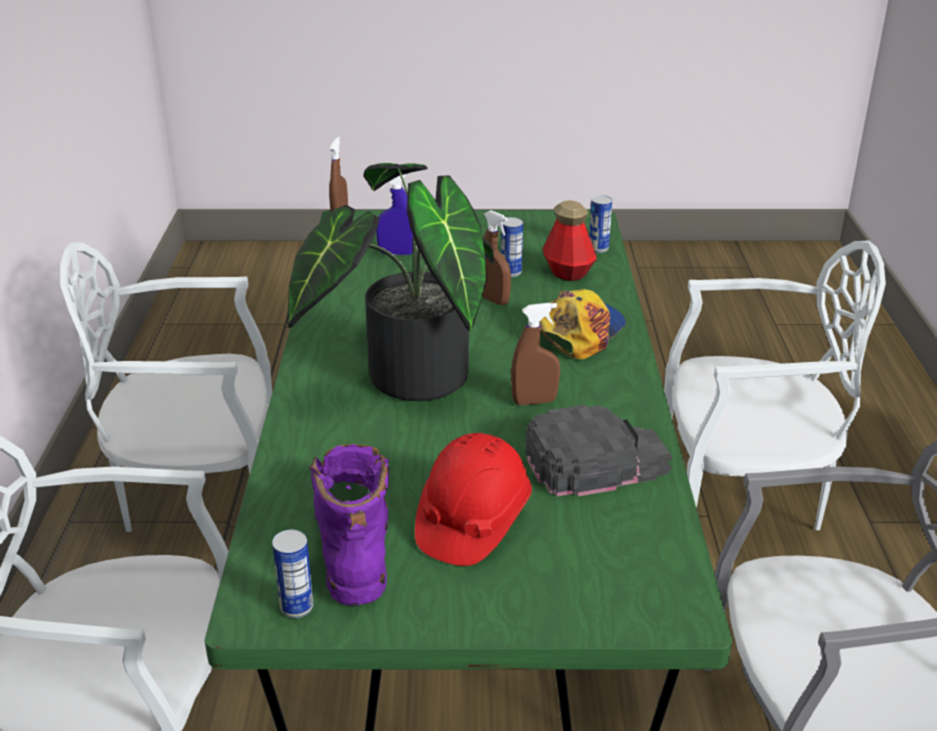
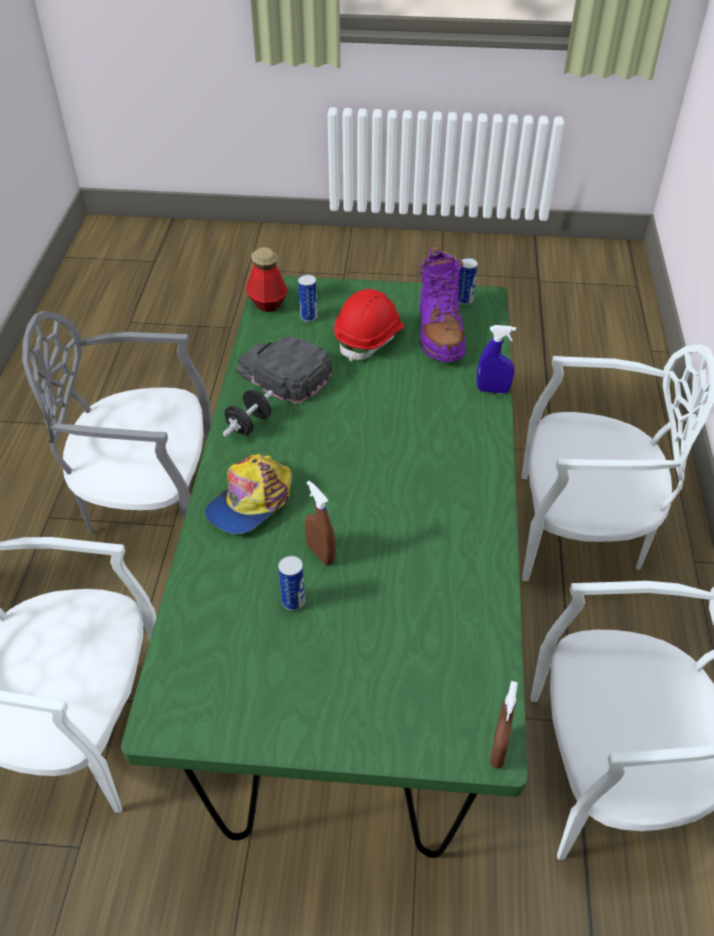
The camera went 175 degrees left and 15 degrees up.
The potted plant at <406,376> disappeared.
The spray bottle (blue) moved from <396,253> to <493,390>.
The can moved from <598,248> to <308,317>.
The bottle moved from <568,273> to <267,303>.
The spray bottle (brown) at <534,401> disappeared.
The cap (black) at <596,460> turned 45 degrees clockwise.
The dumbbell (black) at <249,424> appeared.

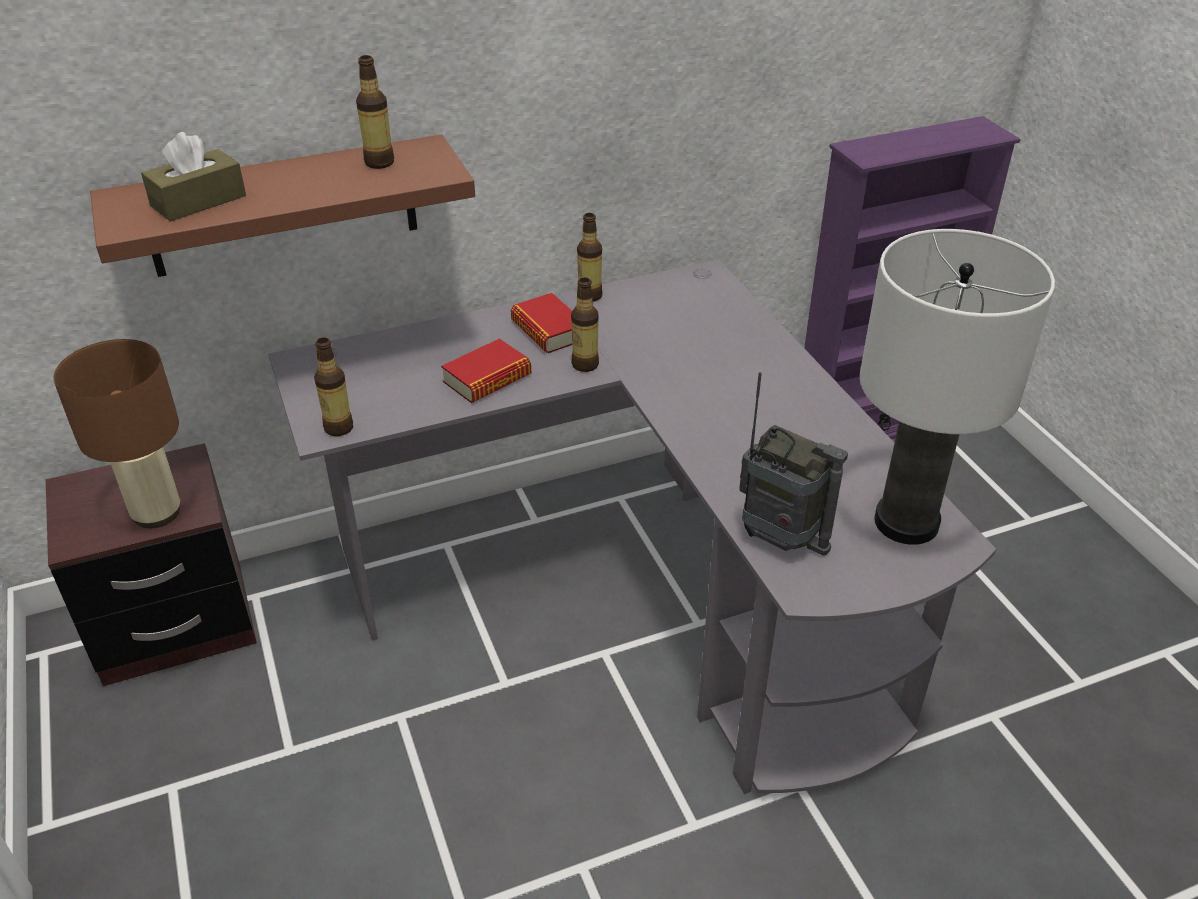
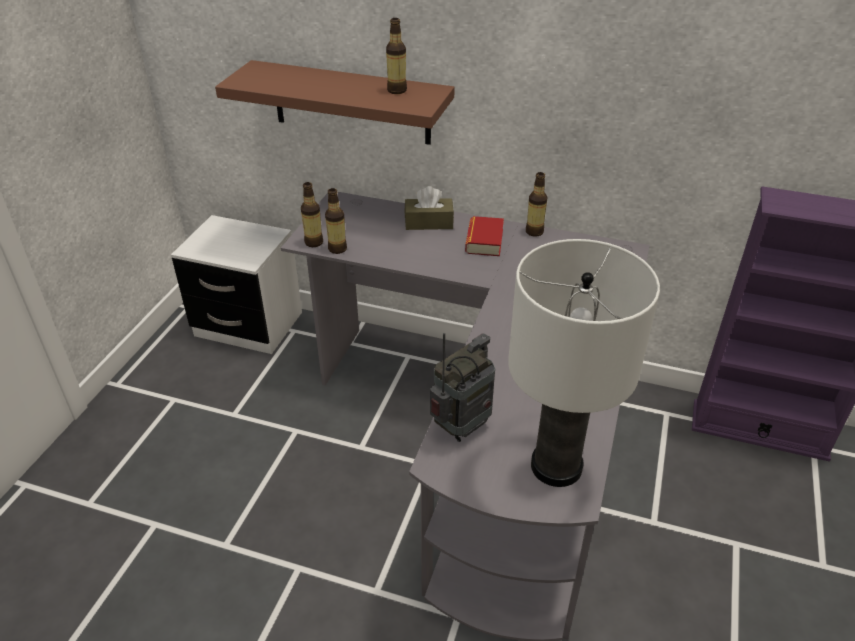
The camera went 40 degrees right and 0 degrees up.
The tissue box (brown) moved from <198,201> to <429,223>.
The bottle moved from <585,365> to <337,249>.
The book at <487,379> disappeared.
The table lamp (brown) at <155,514> disappeared.
The radio at <779,539> turned 120 degrees counterclockwise.
The nightstand (brown) at <175,624> became the nightstand (white) at <248,325>.

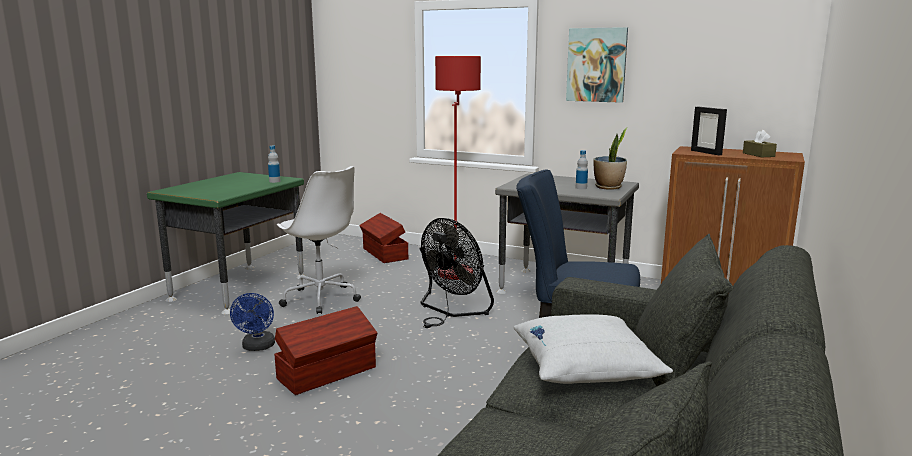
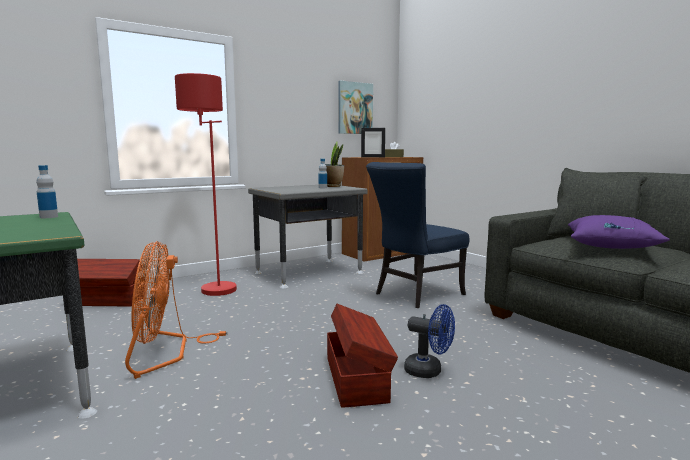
The camera went 60 degrees left and 5 degrees down.
The picture moved from <596,65> to <355,108>.
The office chair (white) at <322,300> was replaced by the fan (orange) at <168,349>.
The fan (black) at <447,309> disappeared.
The fan (blue) moved from <257,347> to <429,371>.
The pillow (grey) at <585,370> became the pillow (purple) at <611,246>.

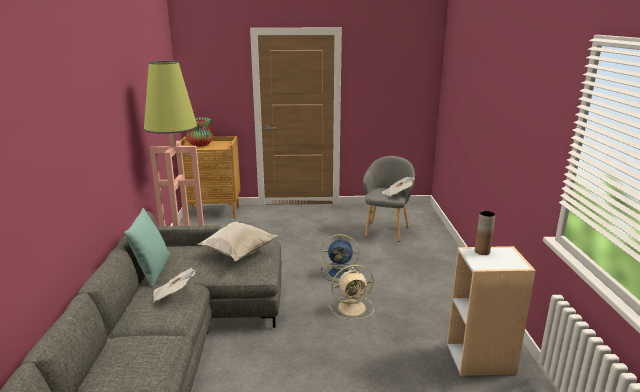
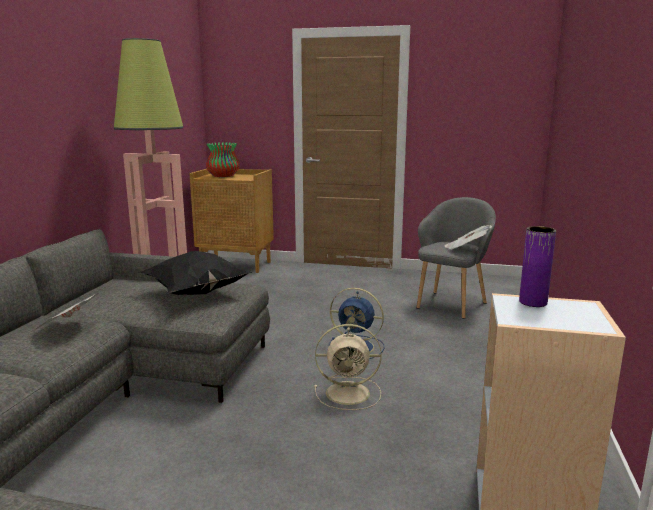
The camera went 15 degrees right and 5 degrees down.
The pillow (turquoise) at <152,271> disappeared.
The vase (brown) at <482,251> became the vase (purple) at <533,302>.
The pillow (white) at <238,254> became the pillow (black) at <195,293>.

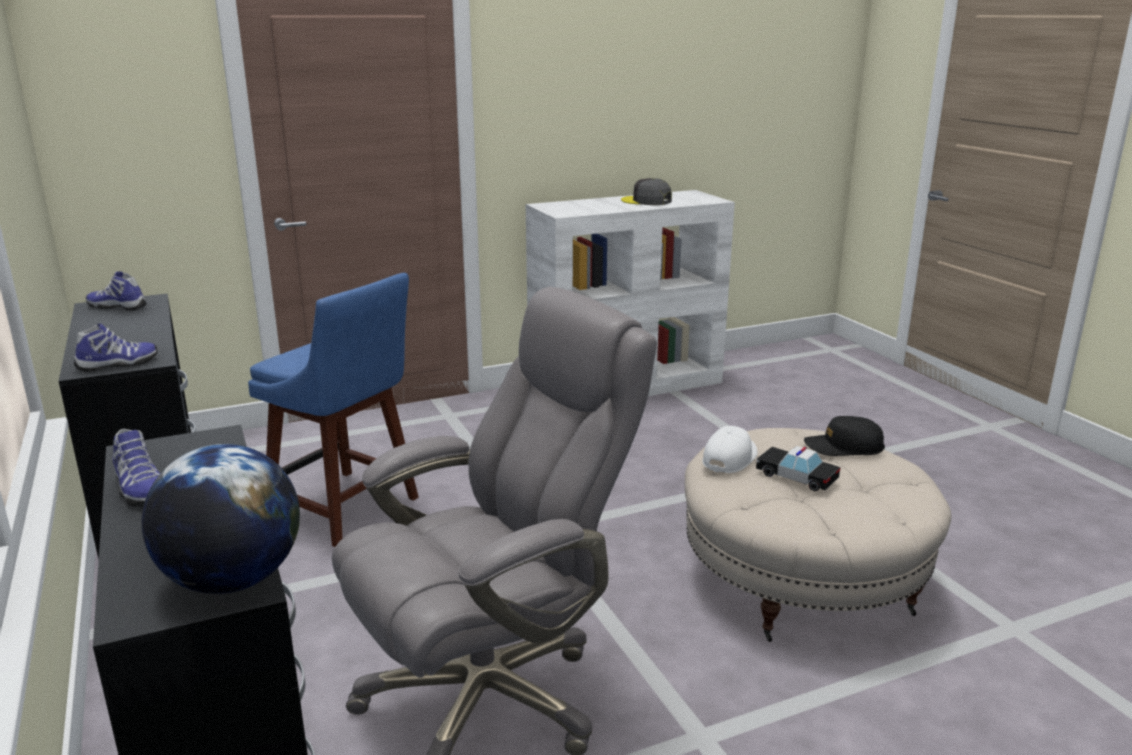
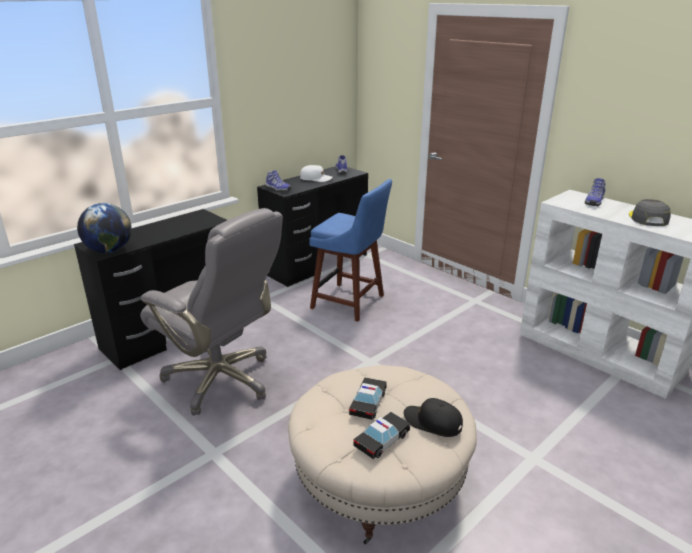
The camera went 70 degrees right and 5 degrees up.
The chair (blue) at <347,509> turned 75 degrees counterclockwise.
The cap (black) at <843,447> turned 45 degrees counterclockwise.
The cap (white) moved from <730,458> to <316,179>.
The shoe moved from <140,490> to <593,202>.
The toy car at <382,440> appeared.

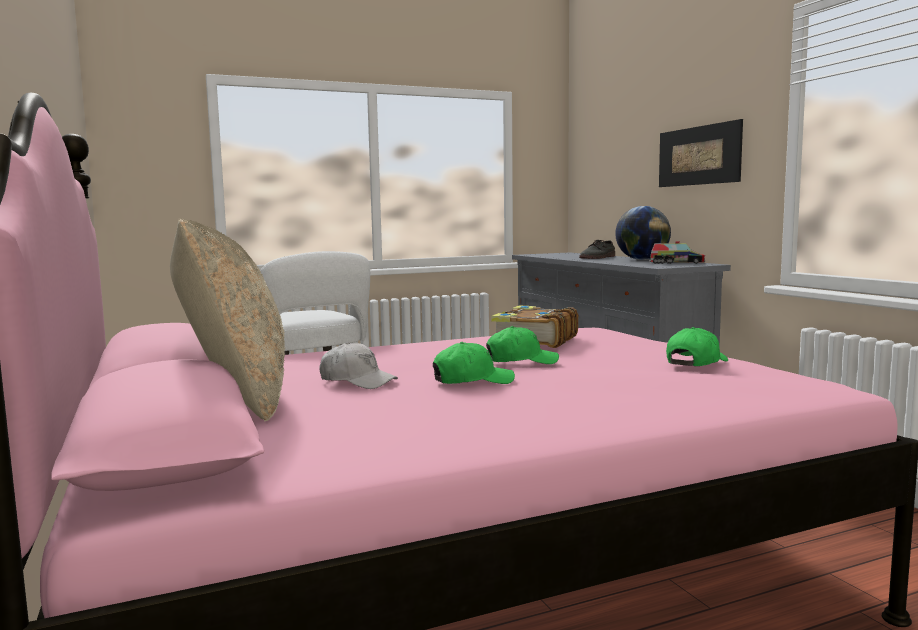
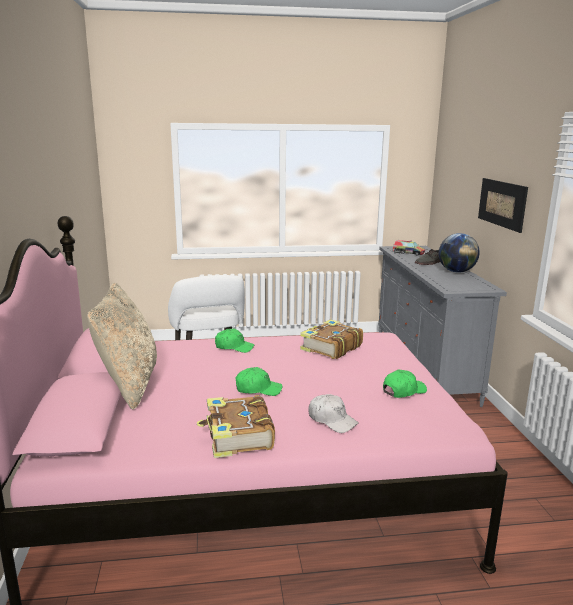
The camera went 15 degrees right and 10 degrees up.
The toy truck moved from <676,263> to <408,253>.
The cap (green) moved from <521,361> to <234,347>.
The cap (white) moved from <357,381> to <332,420>.
The book at <237,436> appeared.

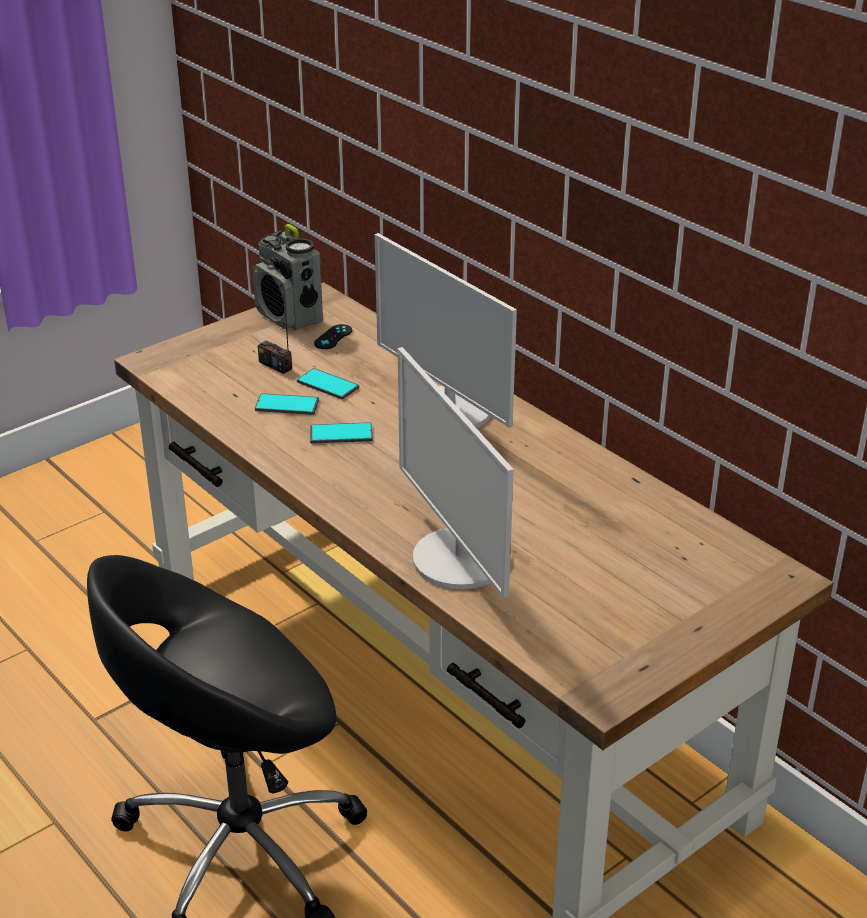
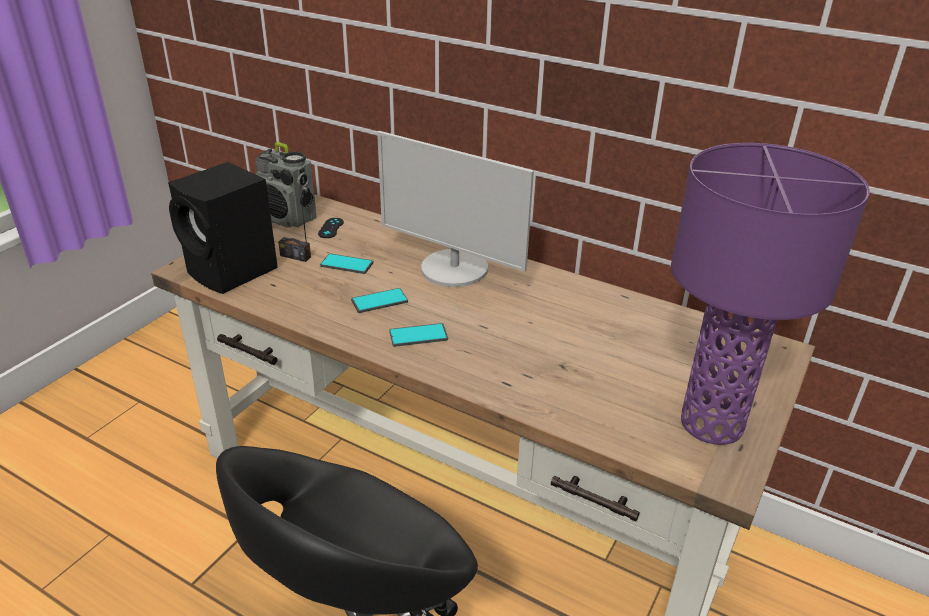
The camera went 20 degrees left and 0 degrees up.
The monitor at <460,559> disappeared.
The phone moved from <287,405> to <418,335>.
The table lamp (purple) at <712,424> appeared.
The speaker (black) at <233,272> appeared.

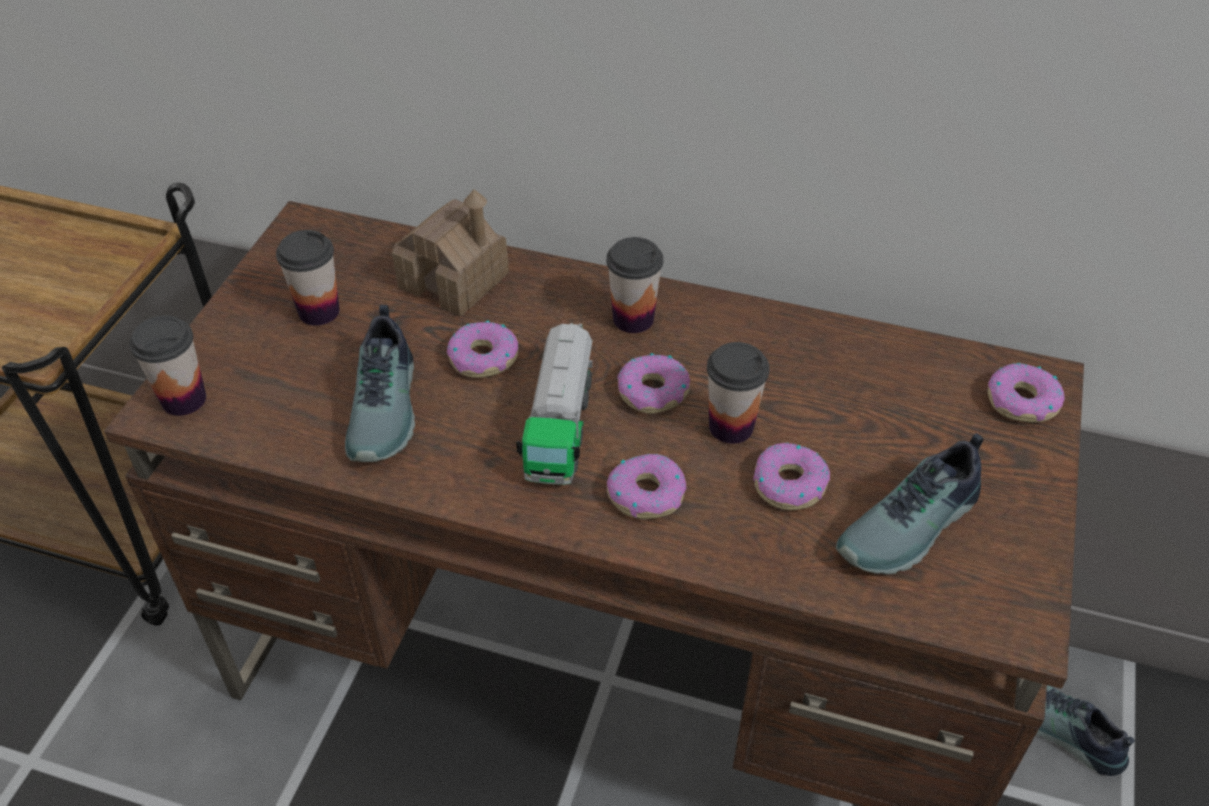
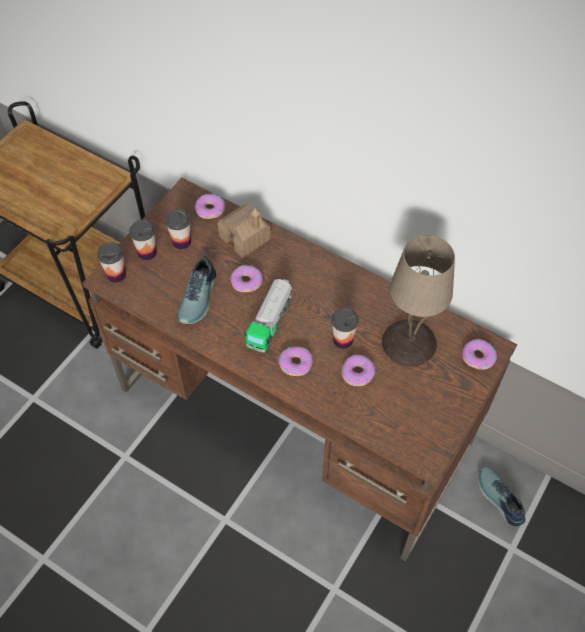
The camera went 15 degrees right and 10 degrees up.
The cup moved from <633,319> to <147,252>.
The donut moved from <653,392> to <210,209>.
The shoe at <913,527> disappeared.
The table lamp (beige) at <408,343> appeared.

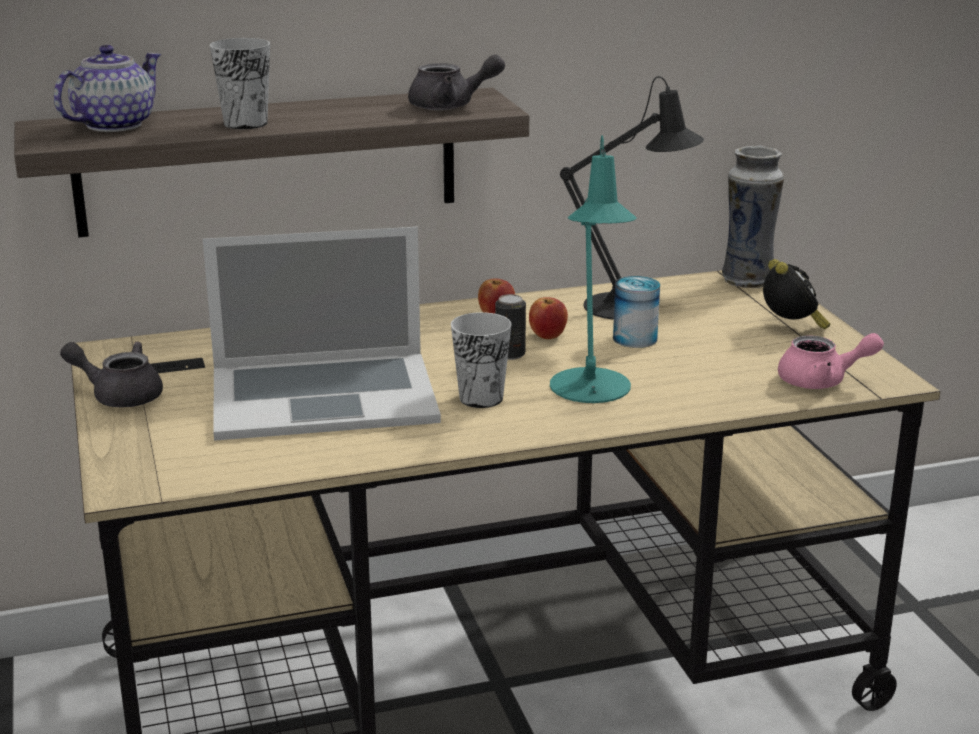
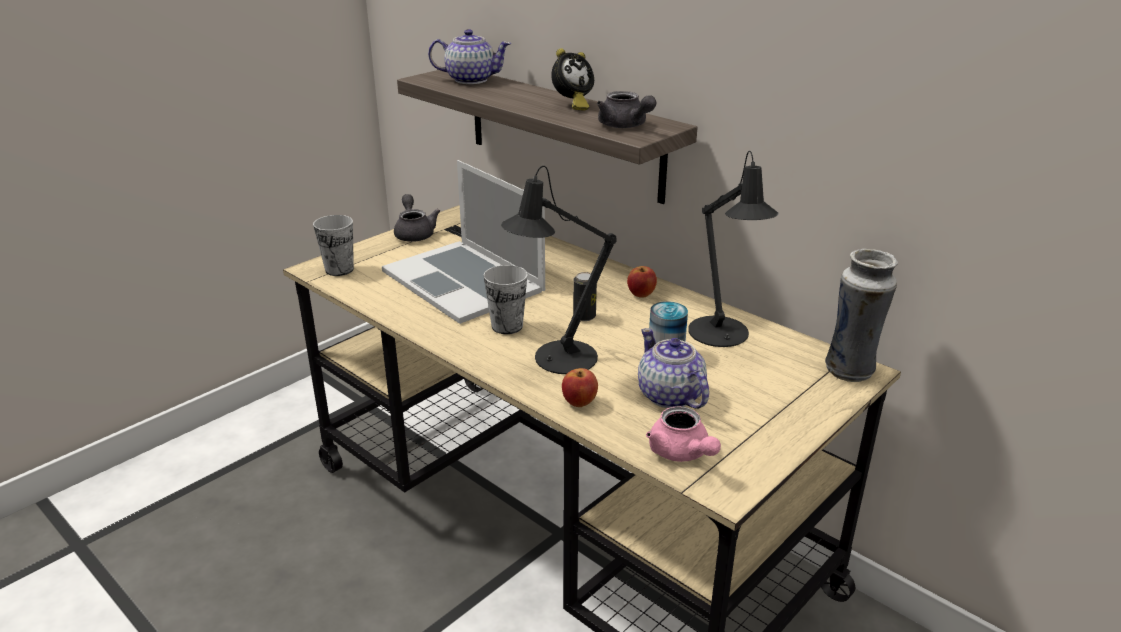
The camera went 60 degrees right and 5 degrees up.
The cup moved from <245,123> to <339,269>.
The table lamp (turquoise) at <591,391> became the table lamp (black) at <557,360>.
The alarm clock moved from <791,327> to <572,105>.
The apple moved from <547,336> to <579,402>.
The teapot at <670,396> appeared.

